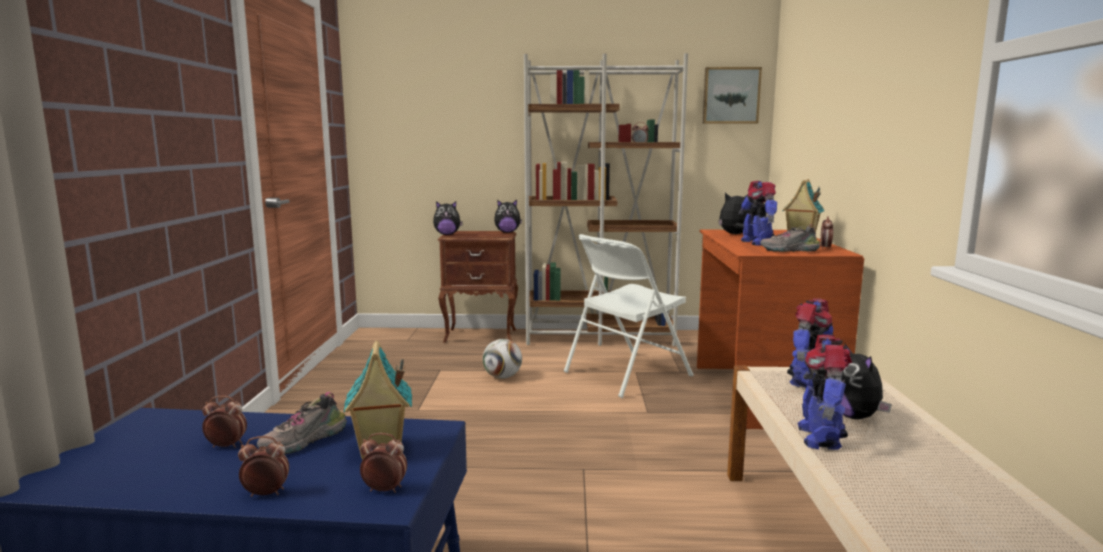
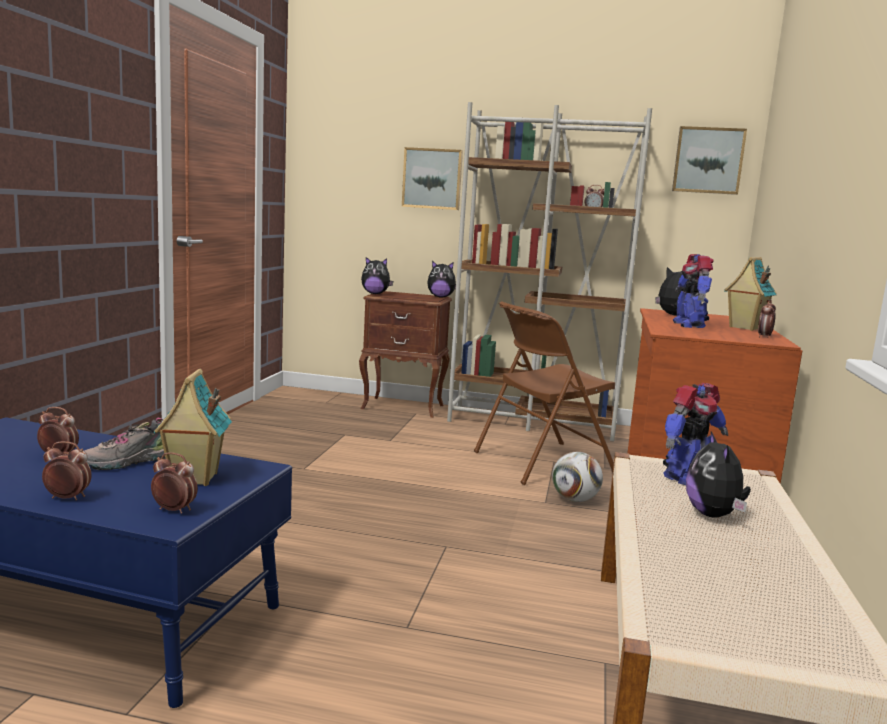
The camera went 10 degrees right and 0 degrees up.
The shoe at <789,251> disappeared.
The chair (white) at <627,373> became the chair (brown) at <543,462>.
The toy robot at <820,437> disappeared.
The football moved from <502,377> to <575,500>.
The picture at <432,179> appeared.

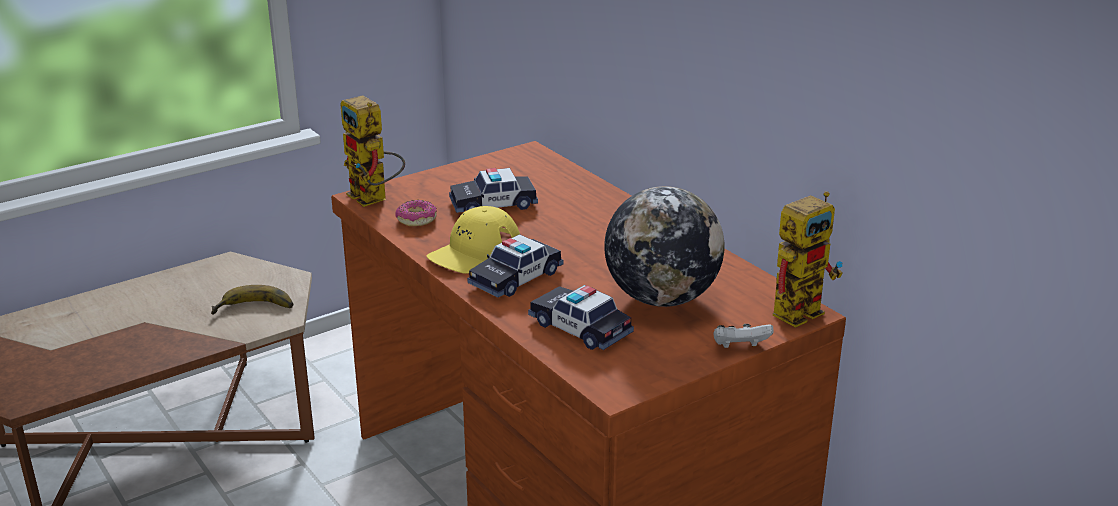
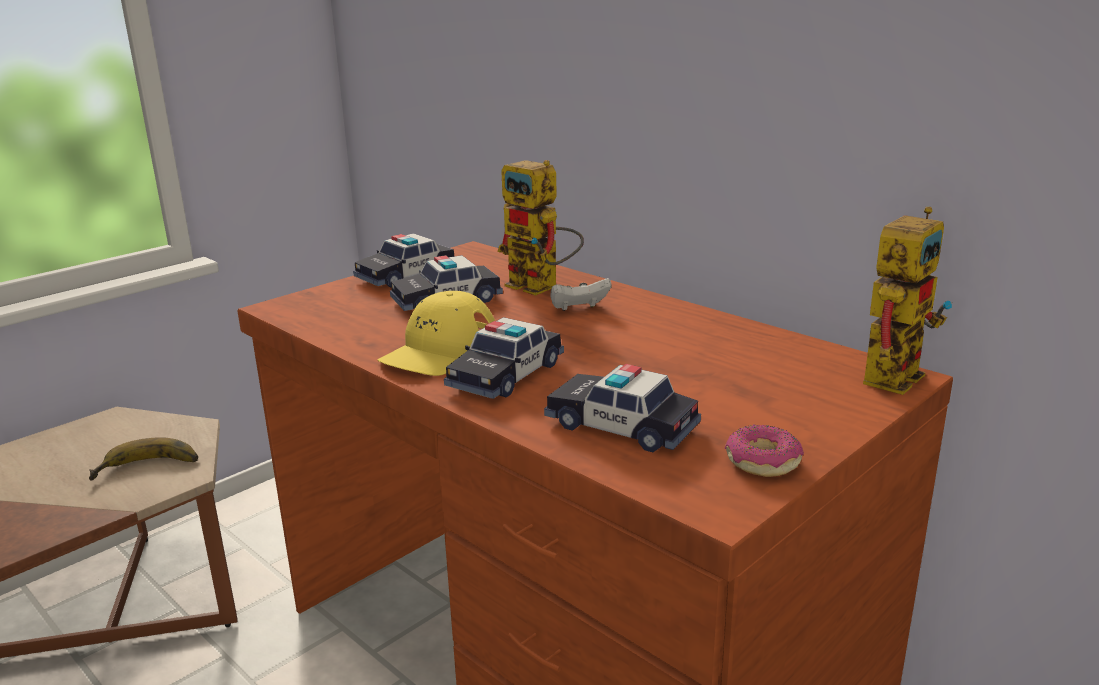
The camera went 10 degrees left and 5 degrees down.
The toy robot moved from <374,199> to <542,287>.
The globe at <661,298> disappeared.
The donut moved from <416,220> to <762,462>.
The game controller (white) moved from <740,348> to <578,309>.
The toy car at <406,275> appeared.

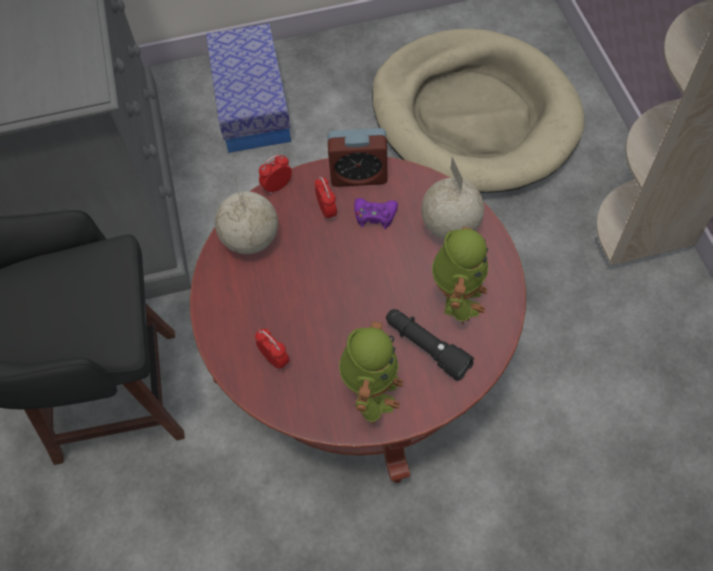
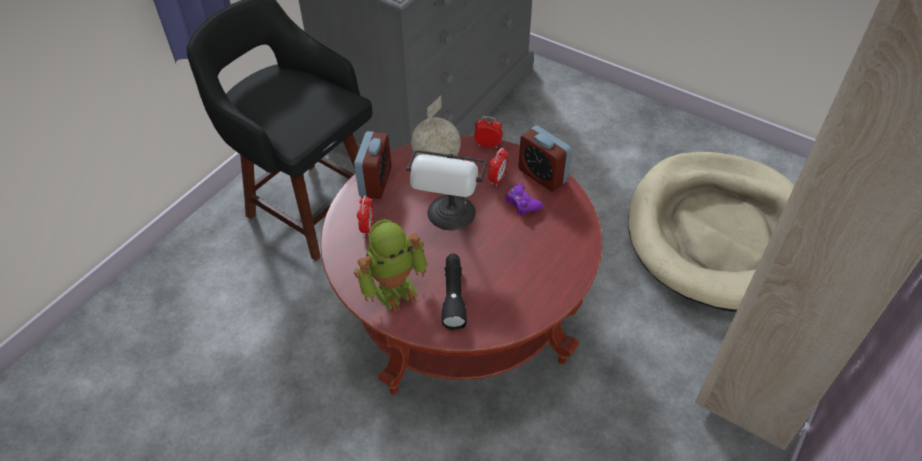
The camera went 45 degrees right and 10 degrees down.
The storage box at <252,104> disappeared.
The globe at <450,227> disappeared.
The toy robot at <457,296> disappeared.
The alarm clock at <375,182> appeared.
The table lamp at <450,220> appeared.

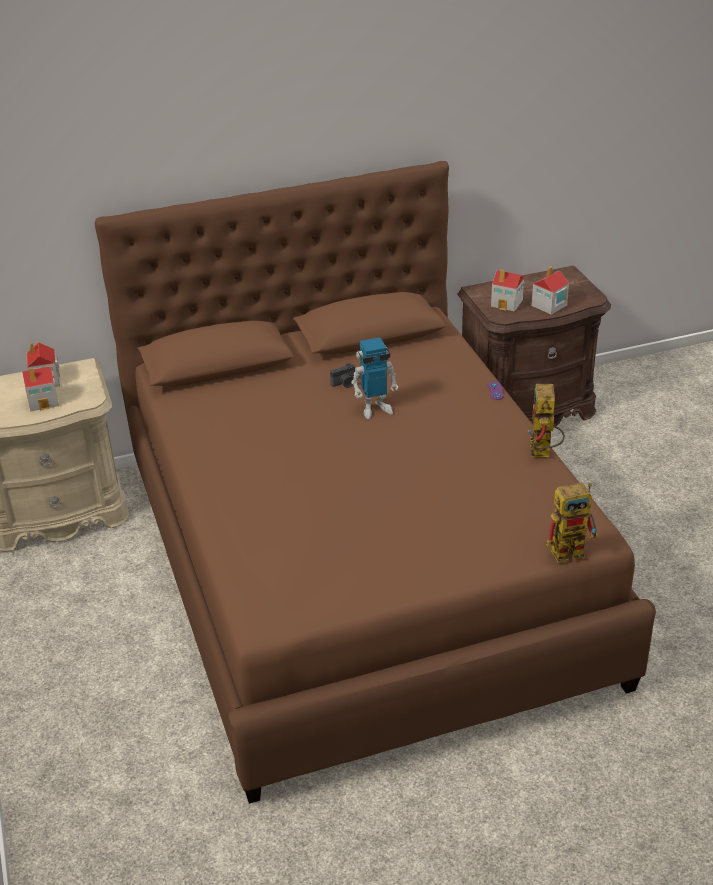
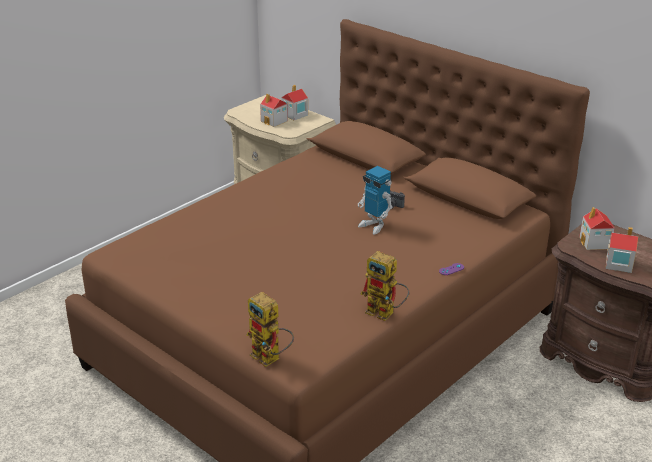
The camera went 60 degrees right and 5 degrees down.
The toy robot at <543,454> turned 120 degrees counterclockwise.

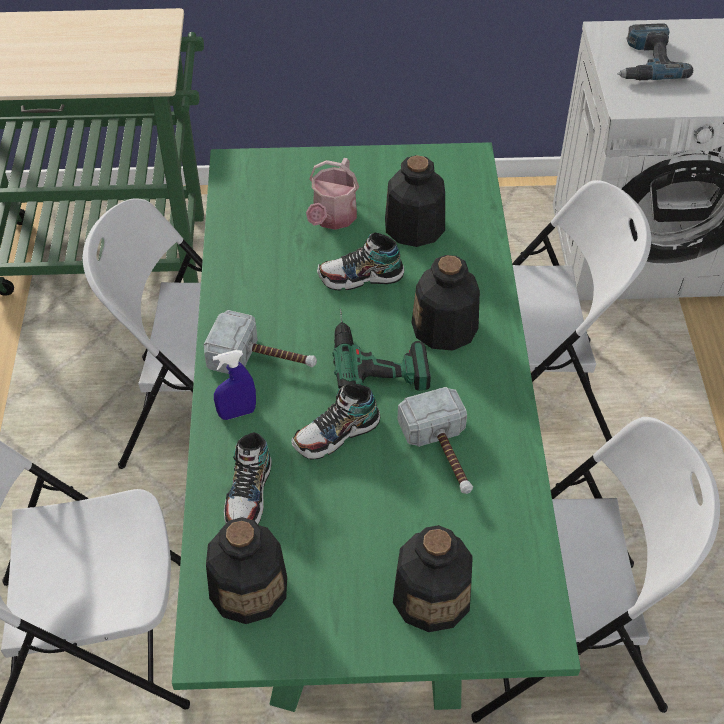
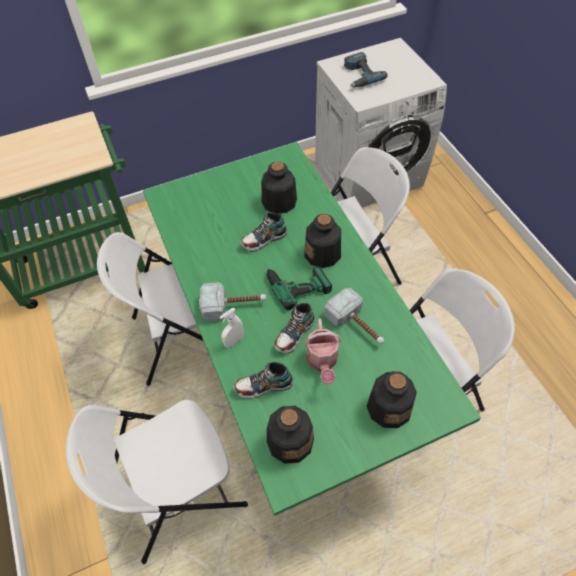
The camera went 20 degrees left and 5 degrees up.
The watering can moved from <332,219> to <322,361>.
The spray bottle (blue) at <237,413> became the spray bottle (white) at <234,341>.
The shoe at <249,495> turned 90 degrees clockwise.

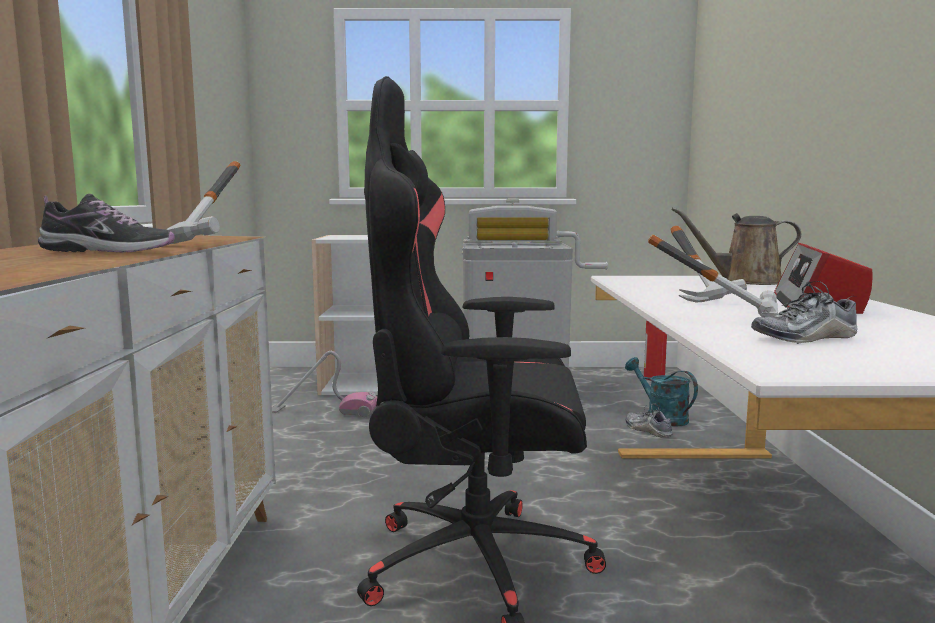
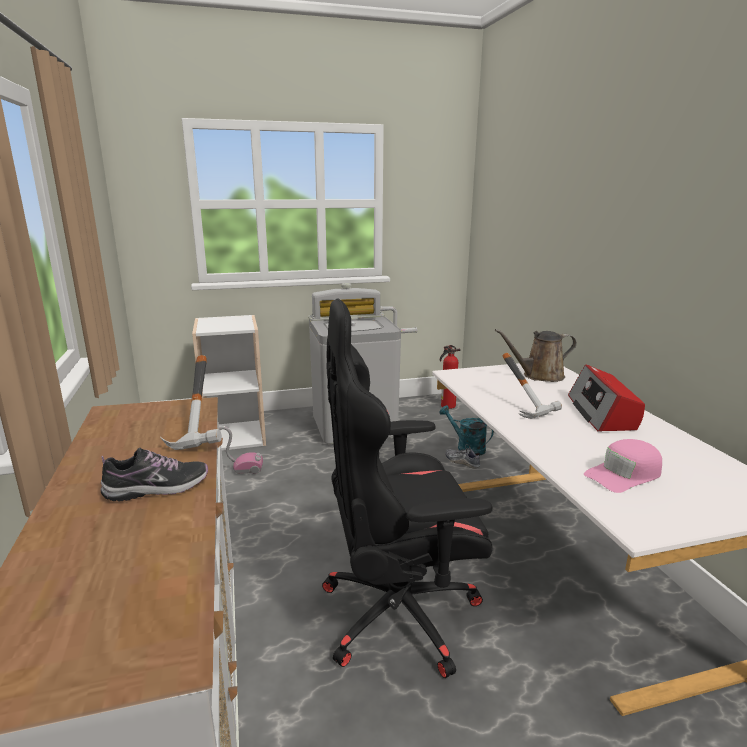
The camera went 15 degrees left and 10 degrees up.
The hammer at <717,318> disappeared.
The shoe at <805,338> was replaced by the cap (pink) at <624,475>.

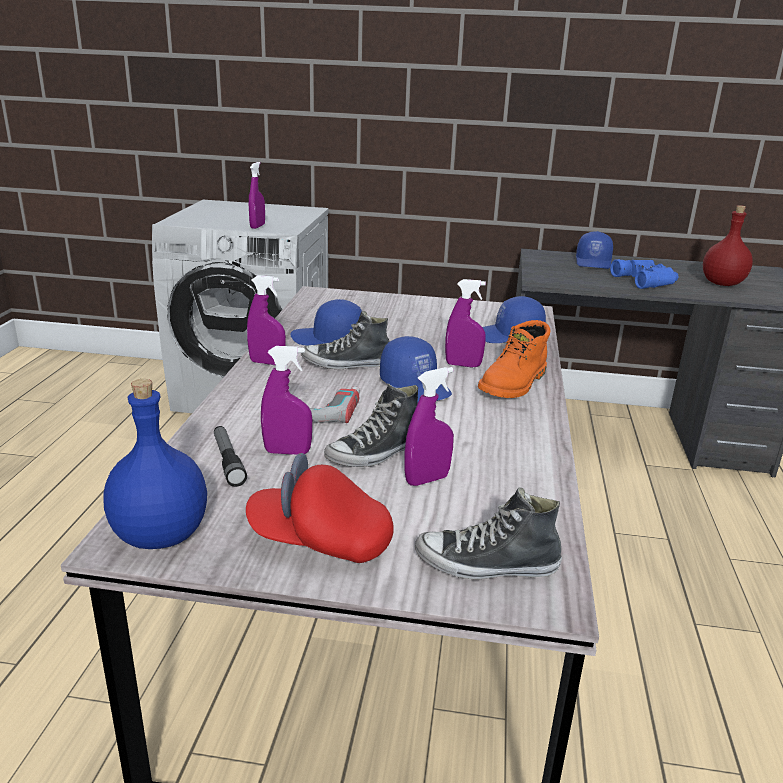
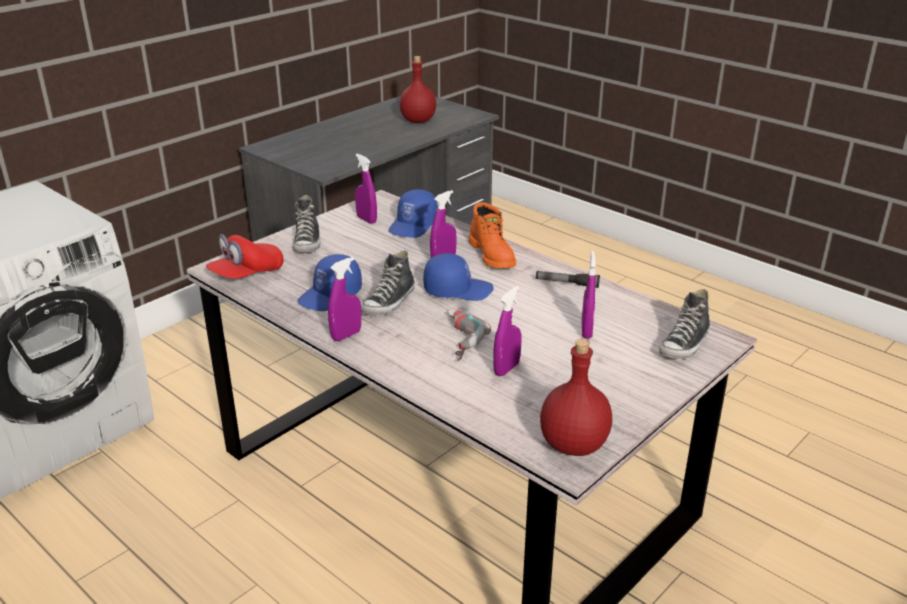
The camera went 55 degrees left and 5 degrees up.
The spray bottle (purple) moved from <257,226> to <366,220>.
The cap (blue) at <594,262> disappeared.
The binoculars (blue) at <647,280> disappeared.
The bottle (blue) at <159,535> became the bottle (red) at <573,445>.
The shoe moved from <376,453> to <307,242>.
The flashlight moved from <228,461> to <567,283>.
The cap (red) moved from <320,540> to <247,274>.

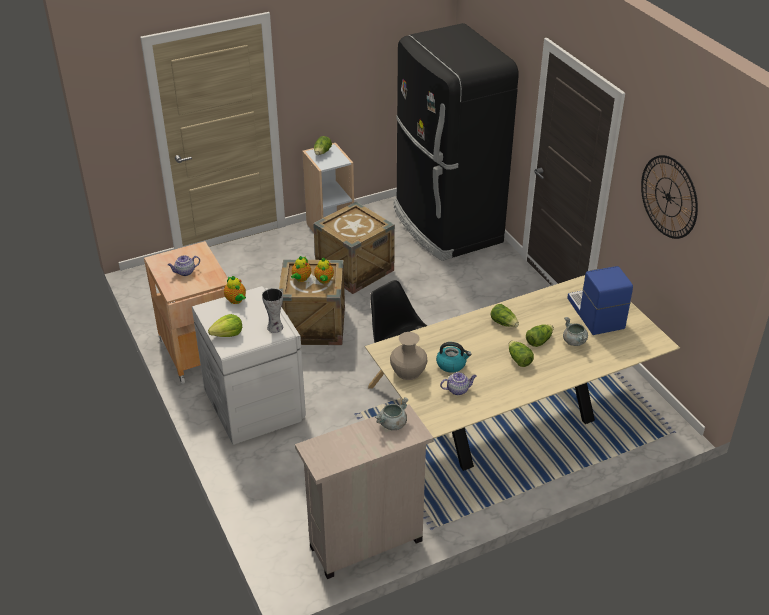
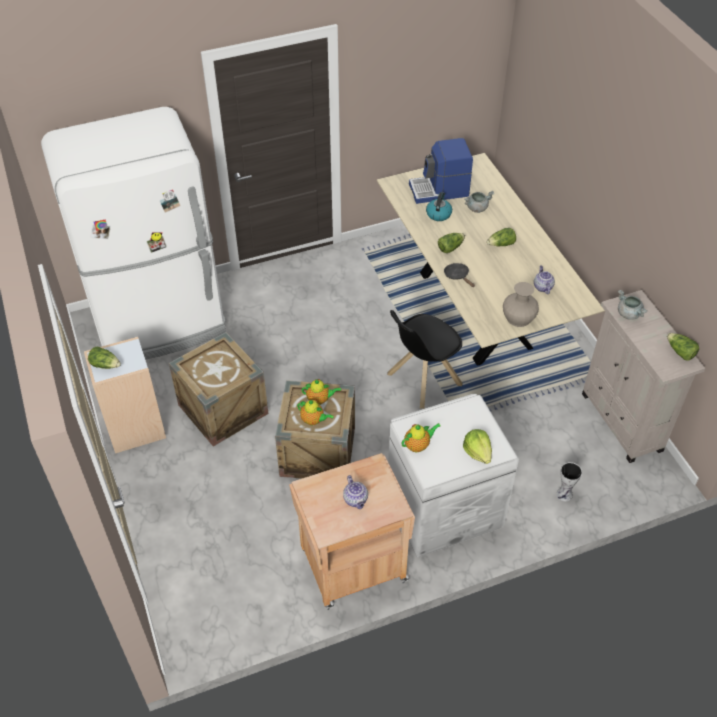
The camera went 85 degrees left and 10 degrees up.
The fridge (black) at <445,226> became the fridge (white) at <160,323>.
The wall clock at <668,197> disappeared.
The vase moved from <275,328> to <565,494>.
The lettuce moved from <539,341> to <680,352>.
The kettle moved from <451,364> to <438,214>.
The frying pan (black) at <457,276> appeared.

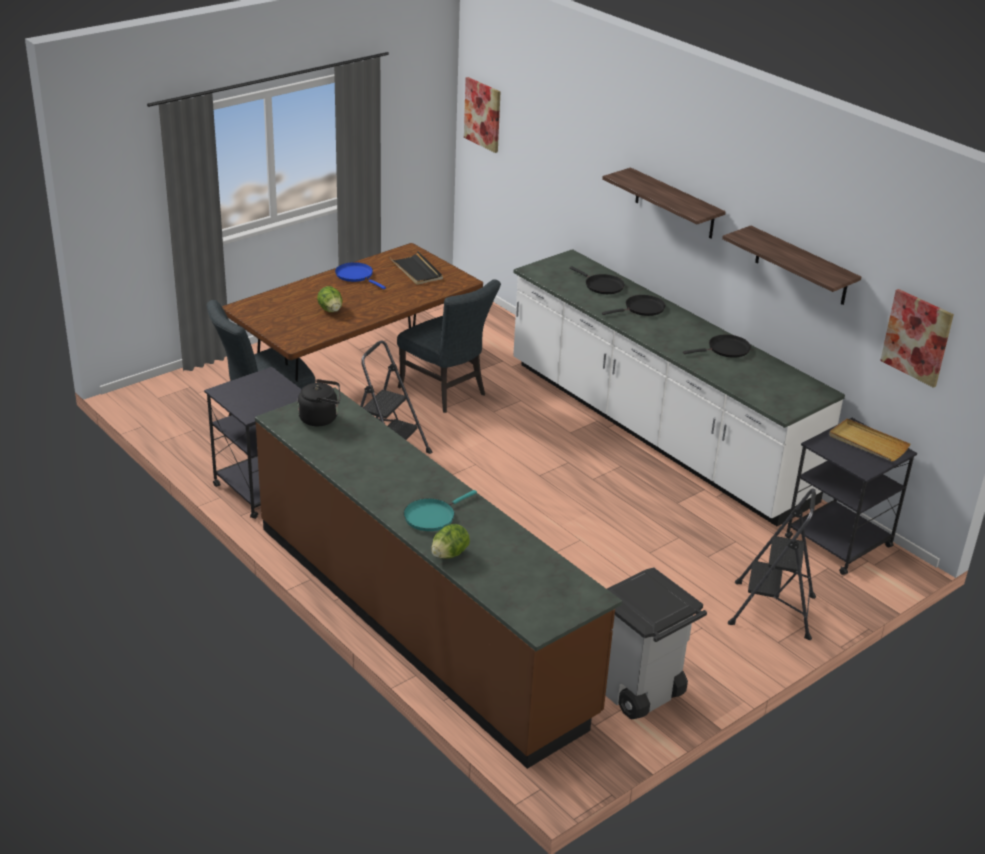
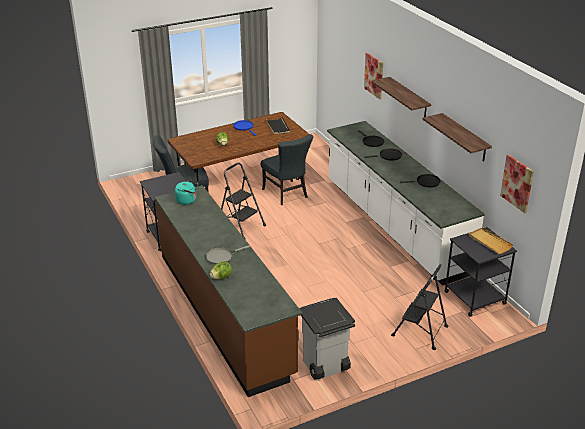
The camera went 15 degrees right and 0 degrees up.
The picture moved from <483,114> to <374,75>.
The kettle (black) at <321,418> became the kettle (turquoise) at <187,200>.
The frying pan (turquoise) at <432,516> became the frying pan (grey) at <221,257>.

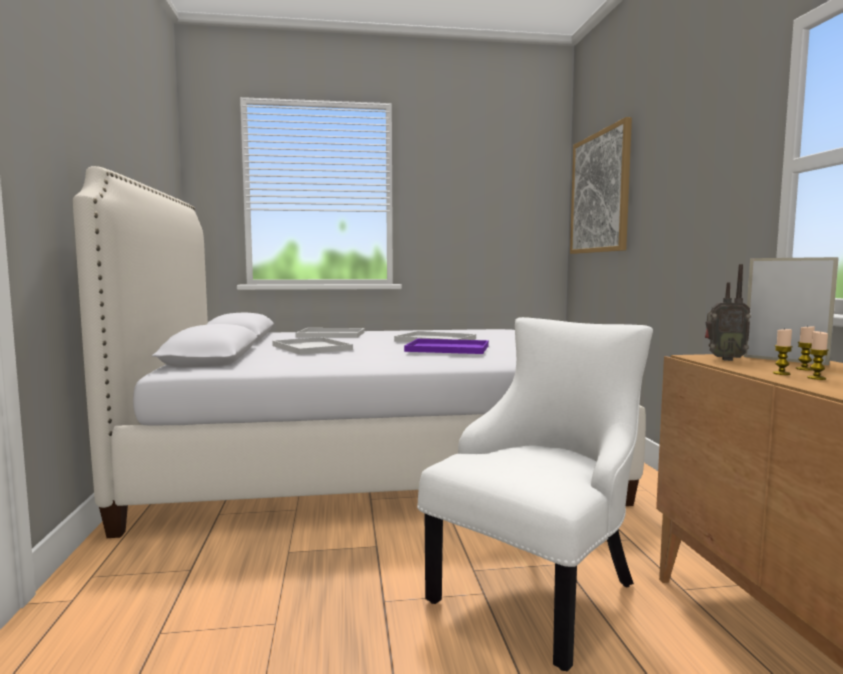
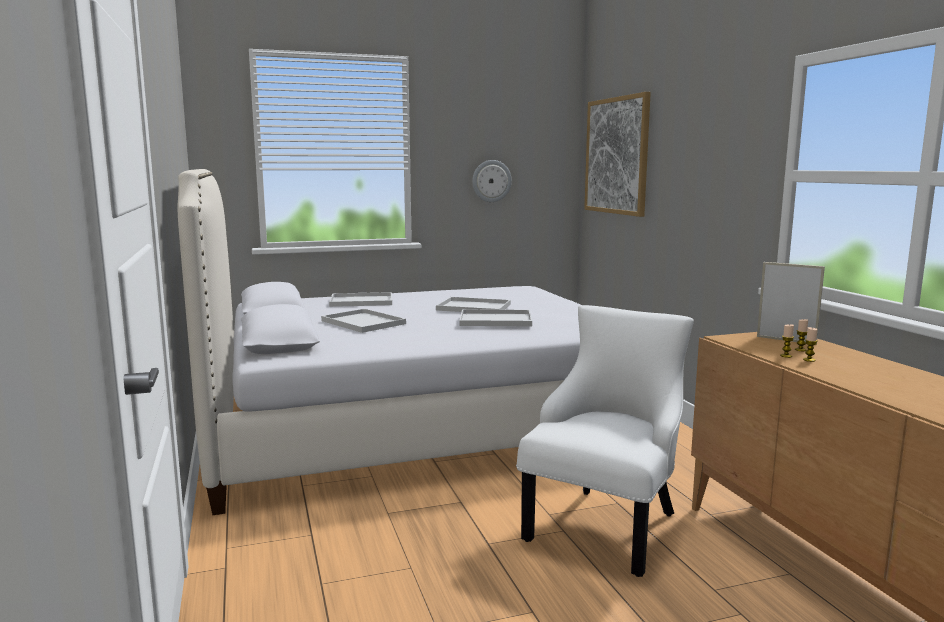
The camera went 10 degrees left and 5 degrees up.
The radio at <723,359> disappeared.
The tray (purple) at <446,348> became the tray (white) at <494,320>.
The wall clock at <491,181> appeared.

